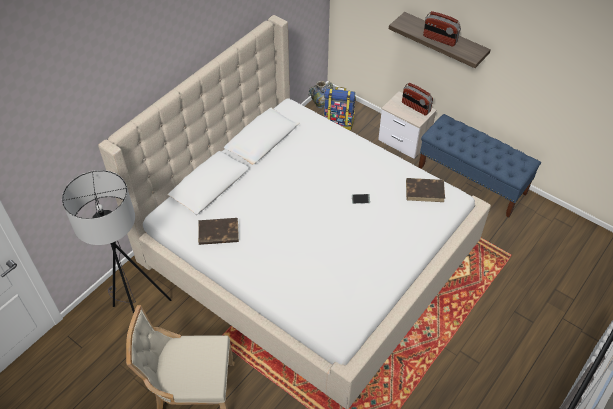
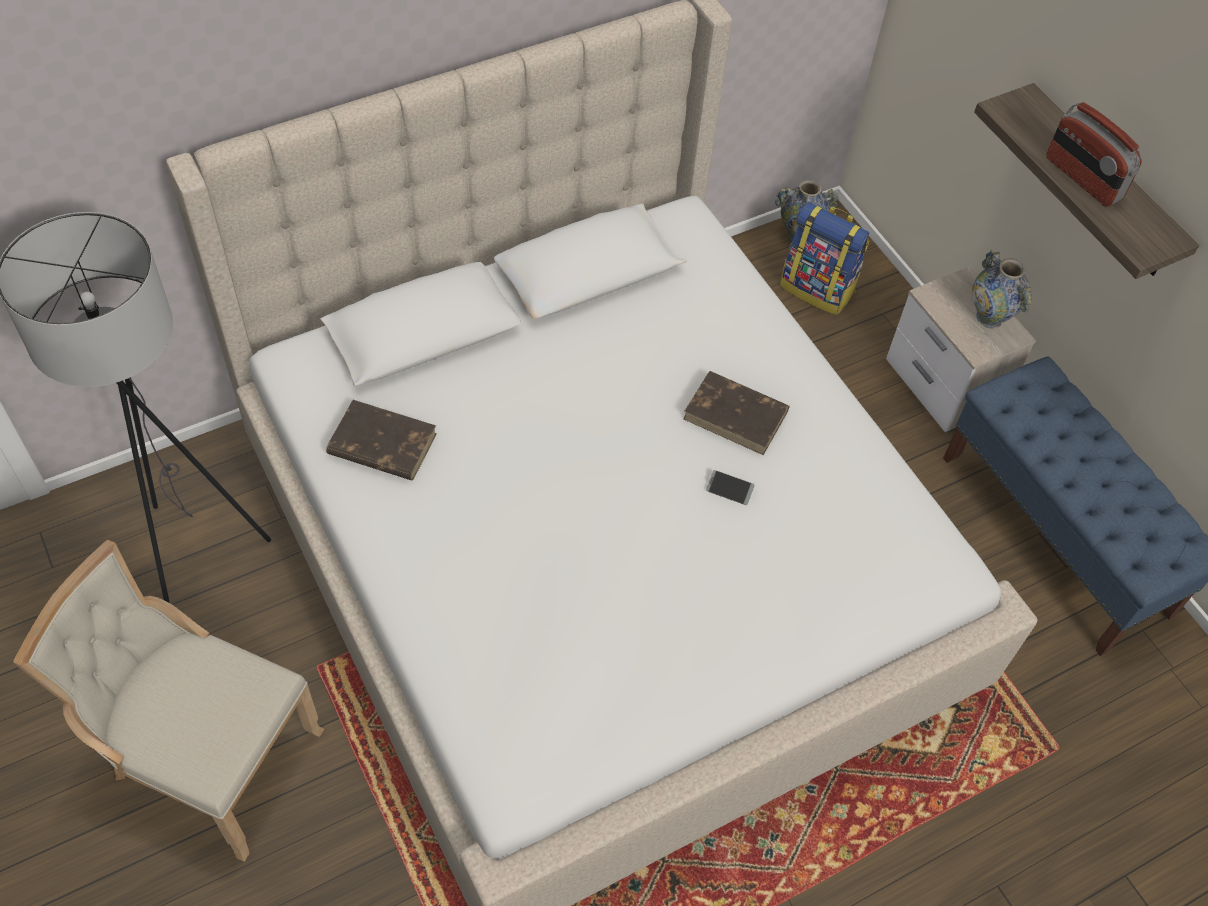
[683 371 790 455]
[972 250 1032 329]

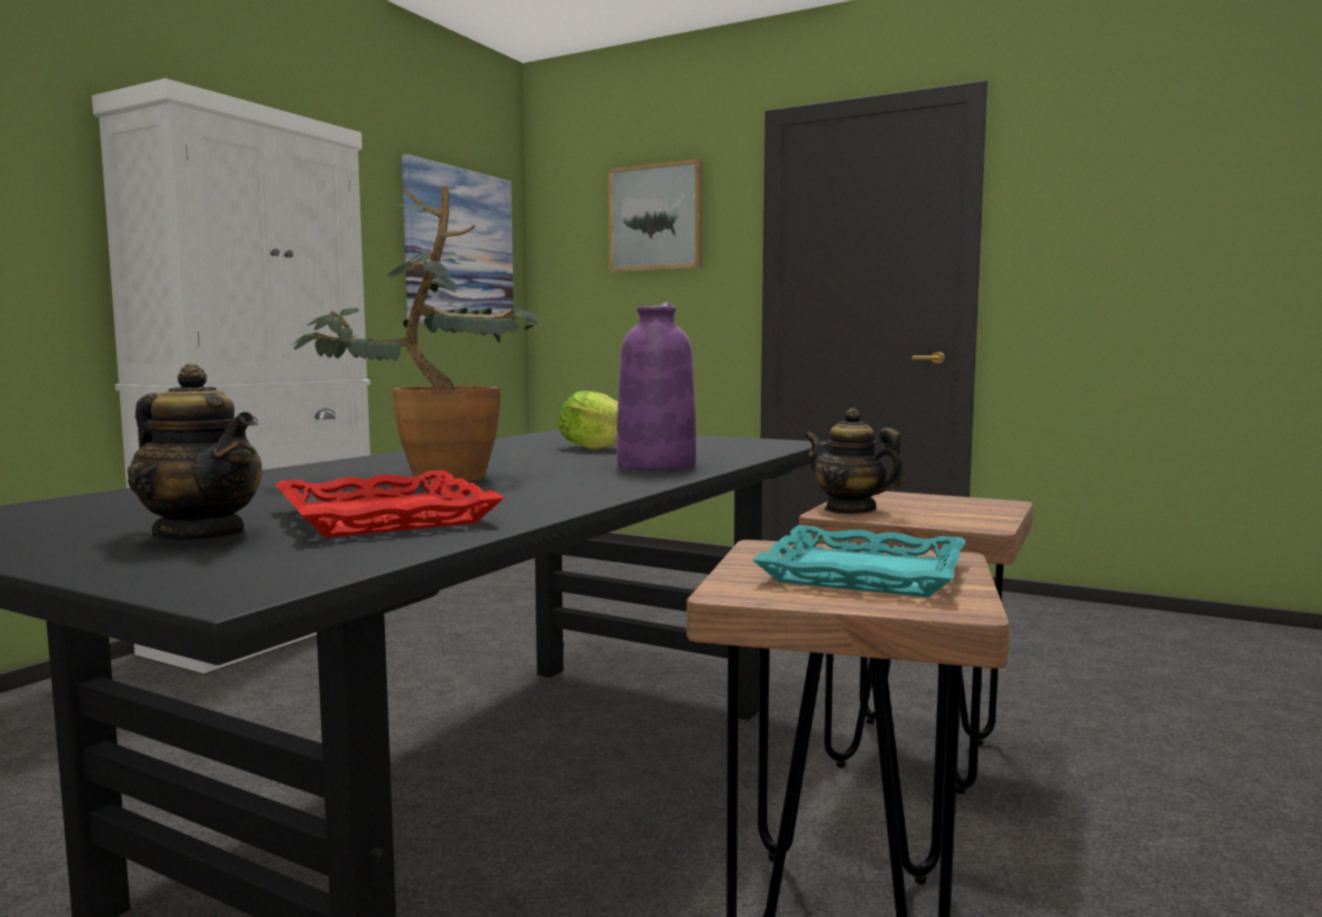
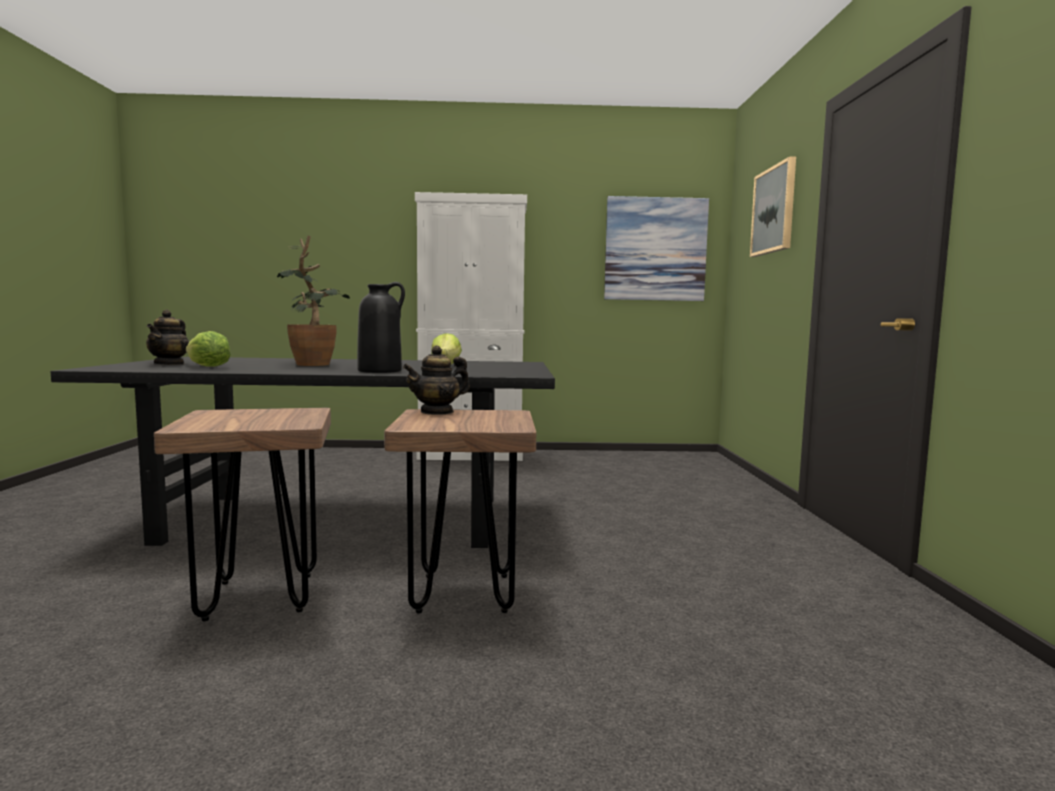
[186 331 231 367]
[357 282 405 373]
[403 345 470 415]
[752 525 966 597] (first image)

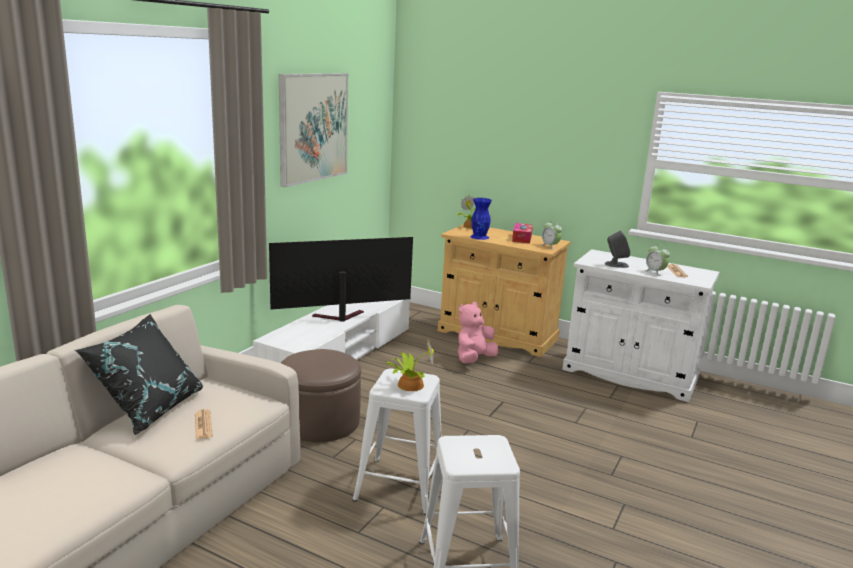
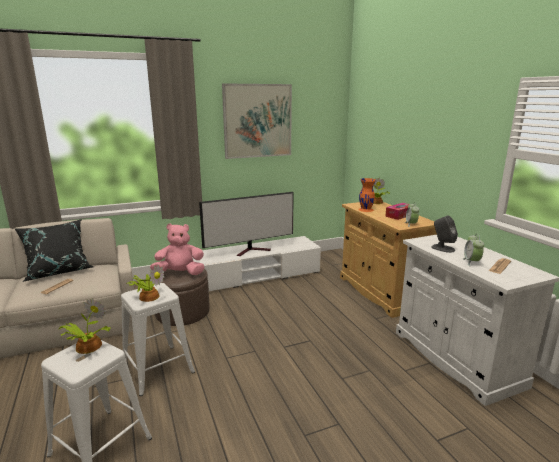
[59 298 111 354]
[150 223 204 275]
[199 192 294 256]
[358 178 376 212]

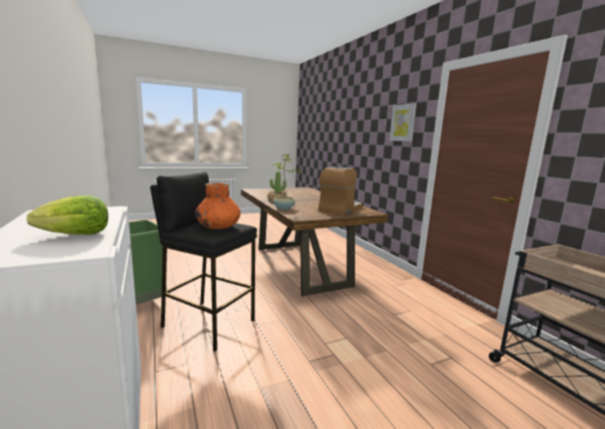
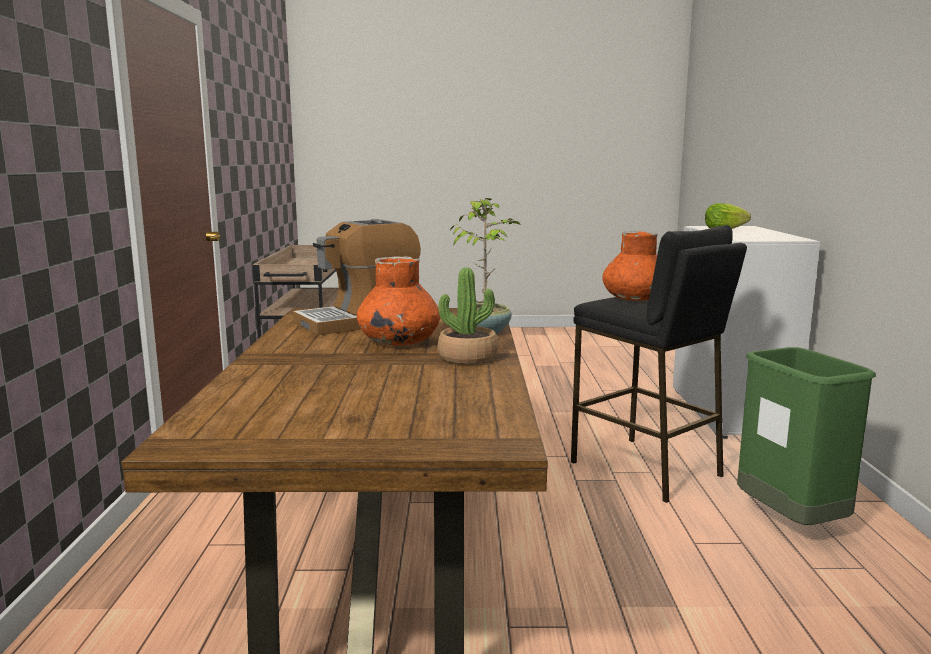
[357 256 440 345]
[389 103 416 142] (first image)

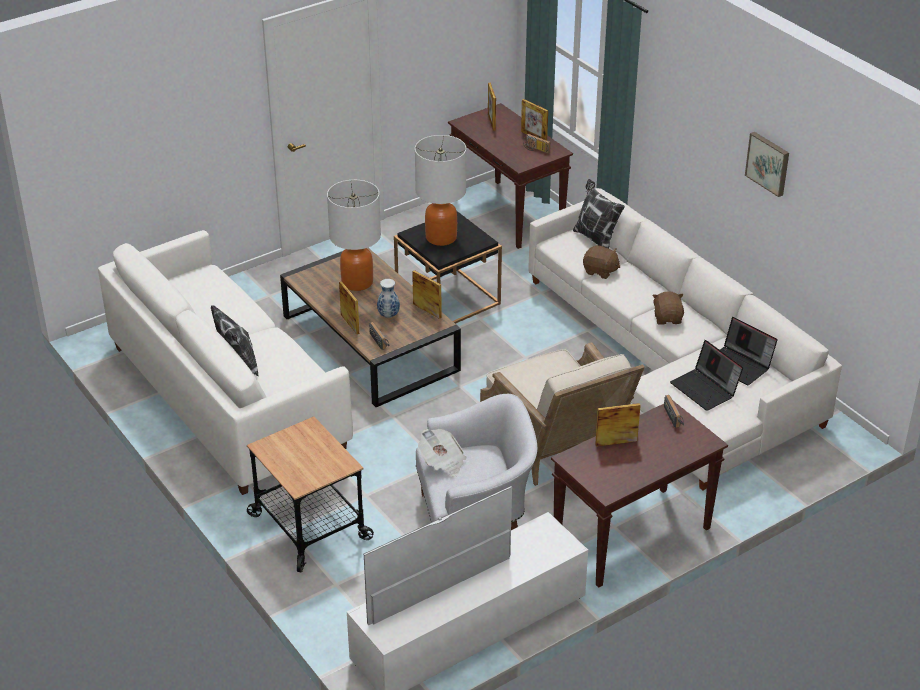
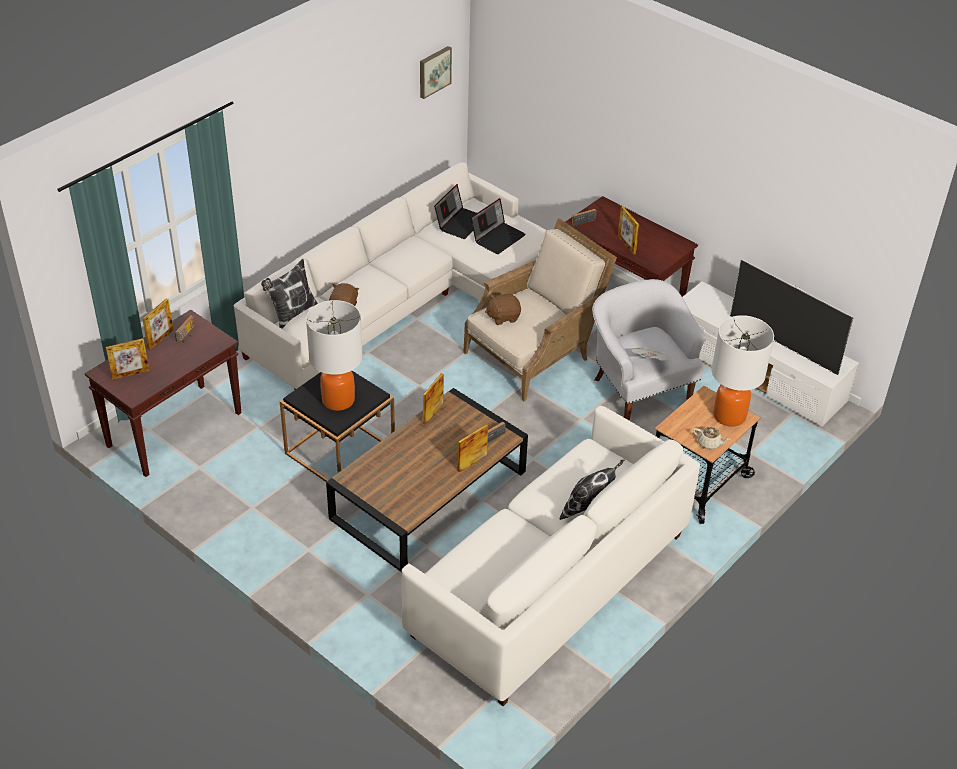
[420 46 452 99]
[485 293 521 325]
[693 426 731 449]
[711 315 774 427]
[377 279 400 318] (first image)

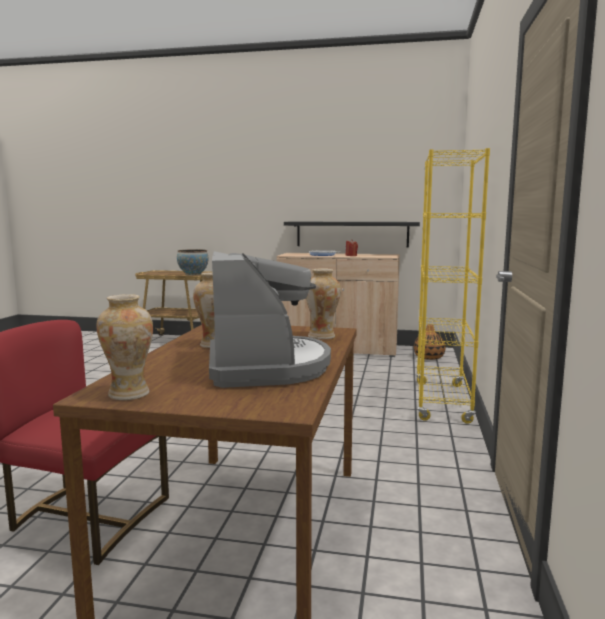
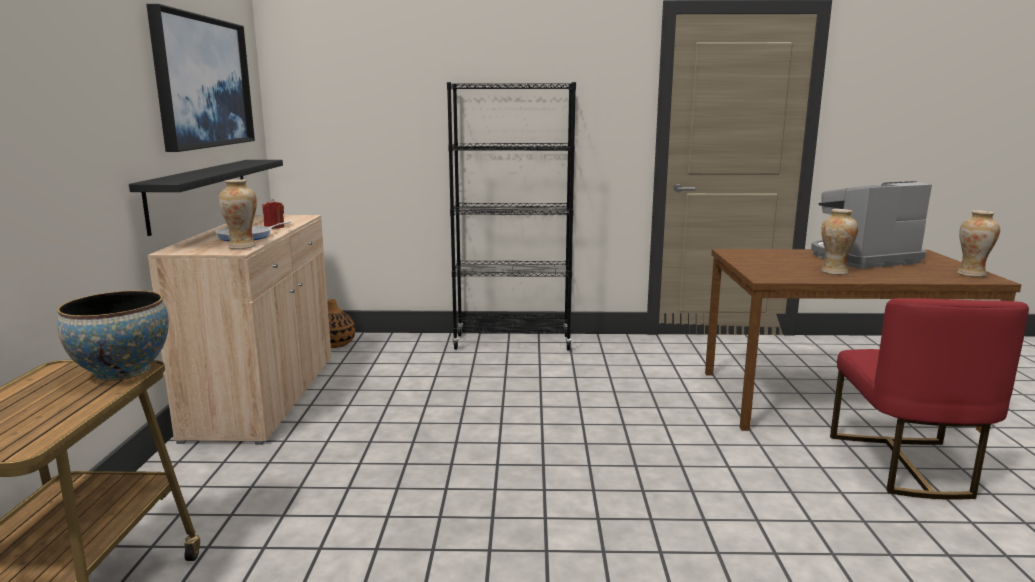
[146 4 255 152]
[218 179 257 249]
[447 82 576 350]

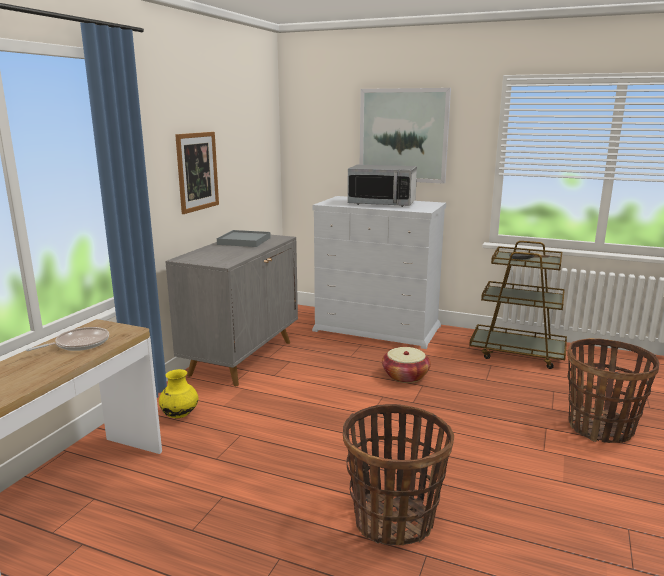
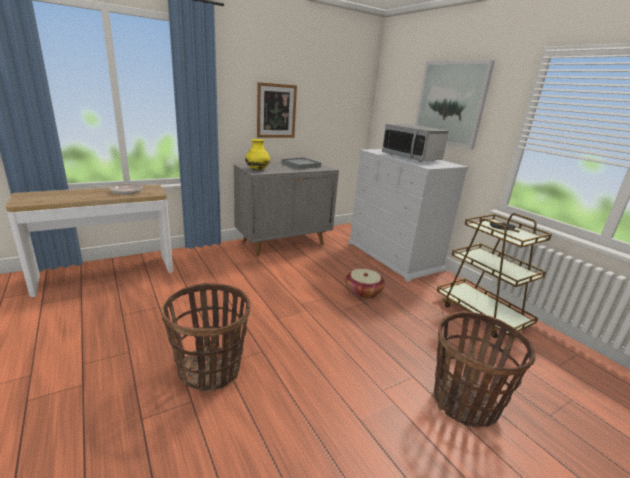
[245 139 270 170]

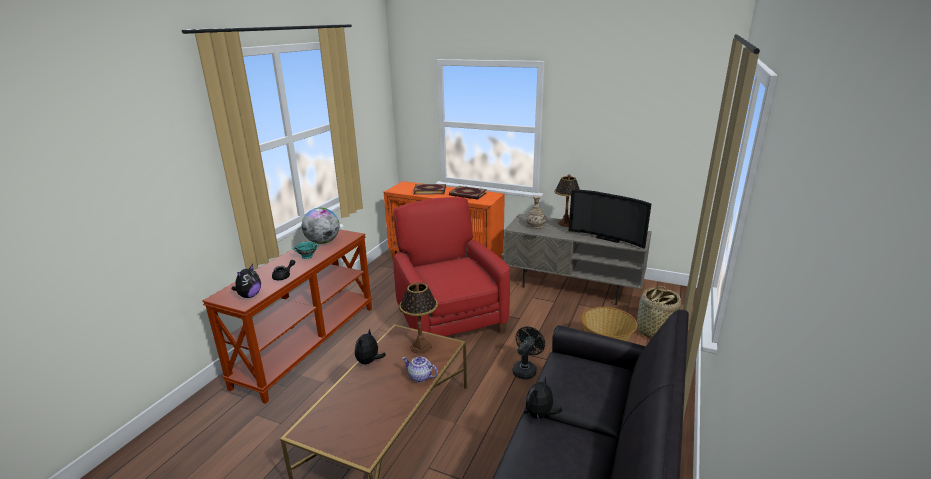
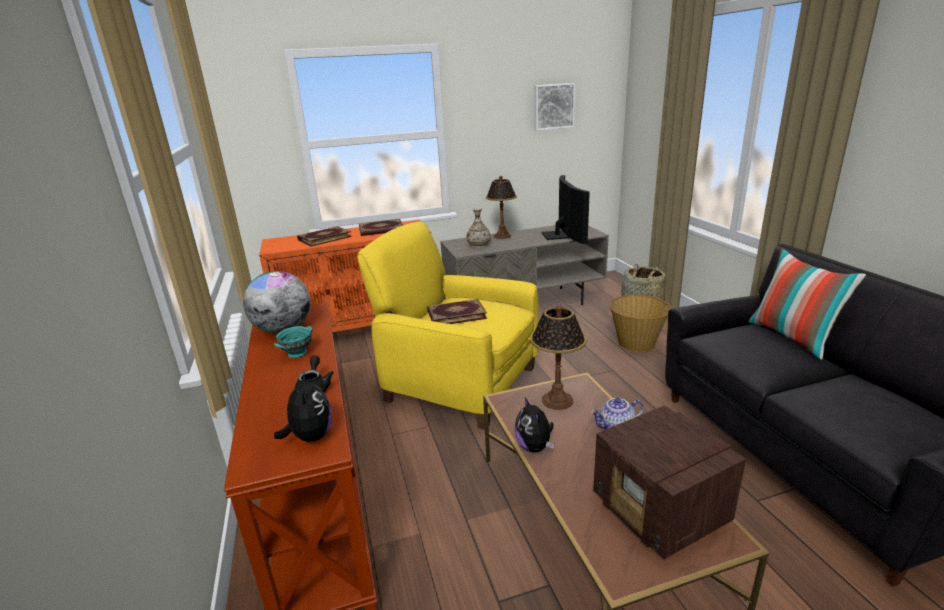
[357 221 539 430]
[427 299 487 324]
[534 83 575 131]
[541 175 590 244]
[593 406 746 559]
[748 248 866 360]
[512 327 545 379] (first image)
[526 377 563 421] (first image)

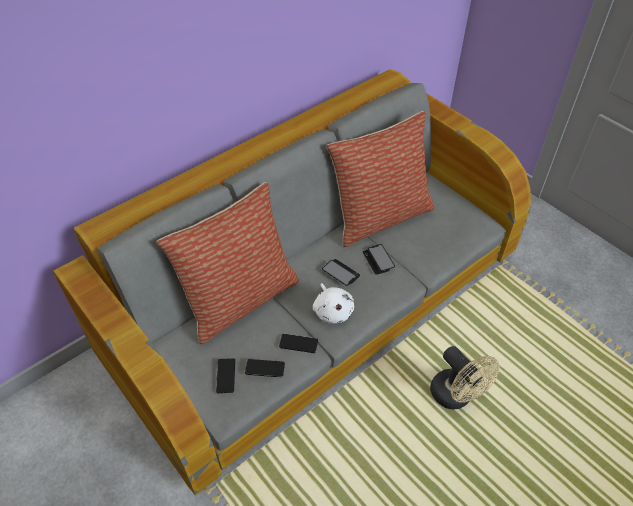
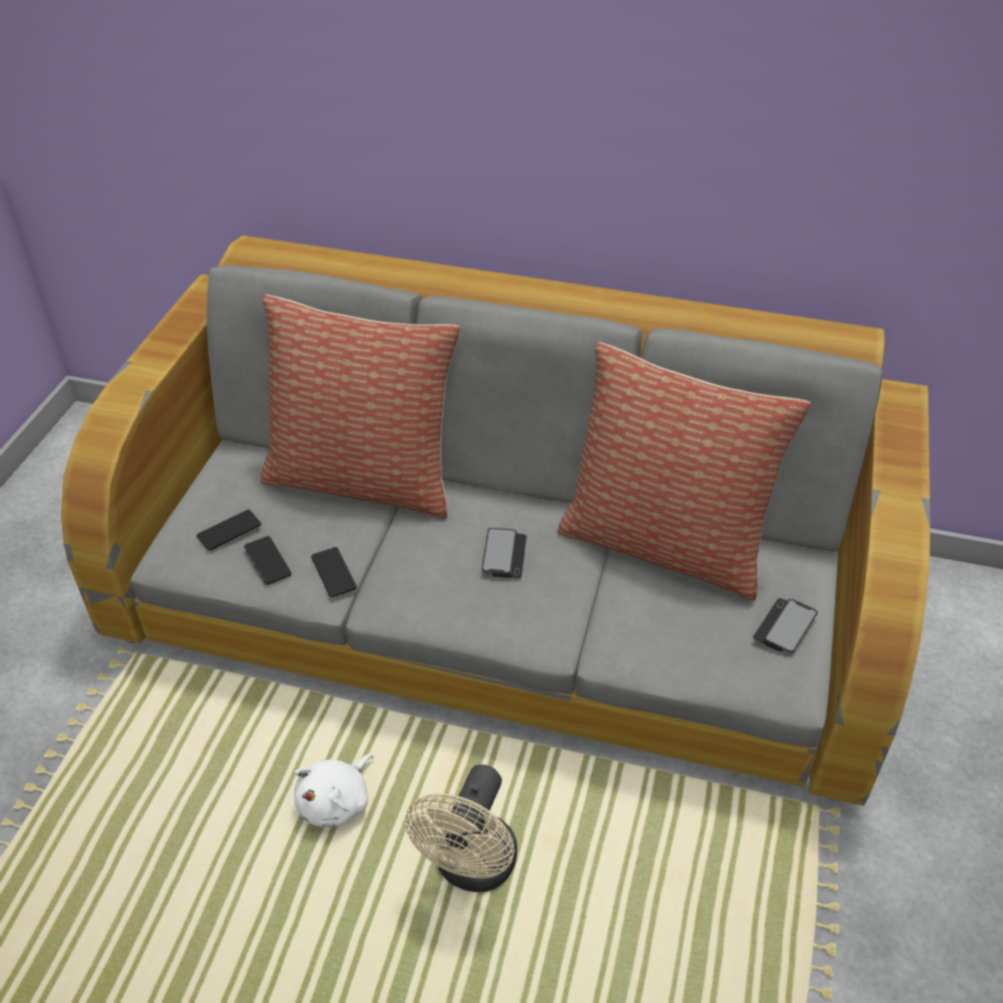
[294 754 374 827]
[753 598 818 652]

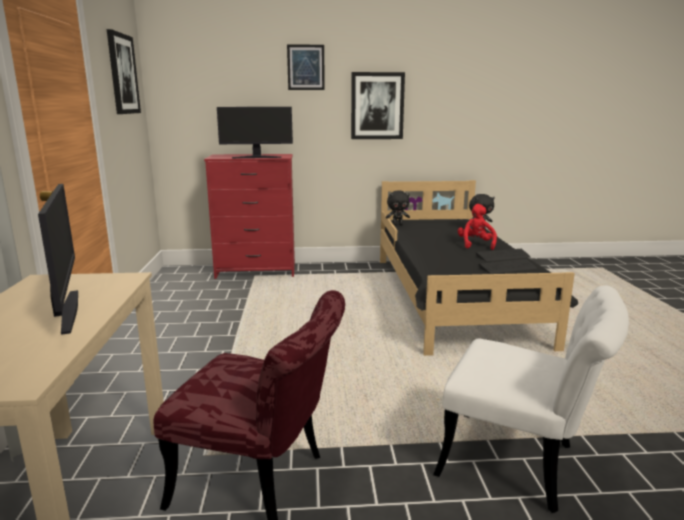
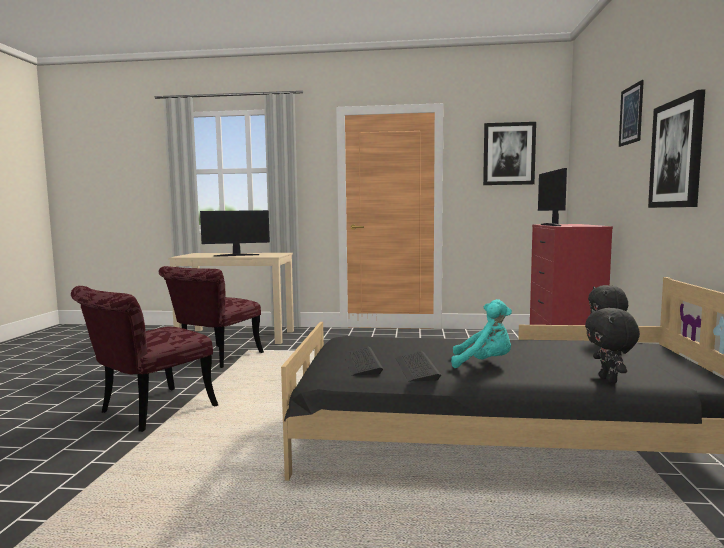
[71 286 218 432]
[451 299 512 368]

